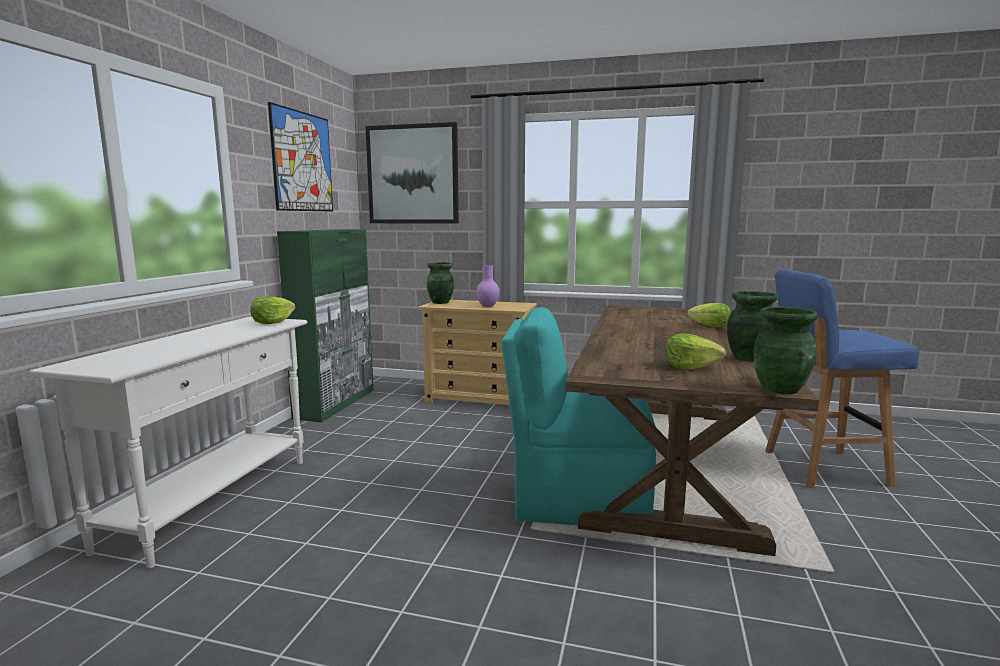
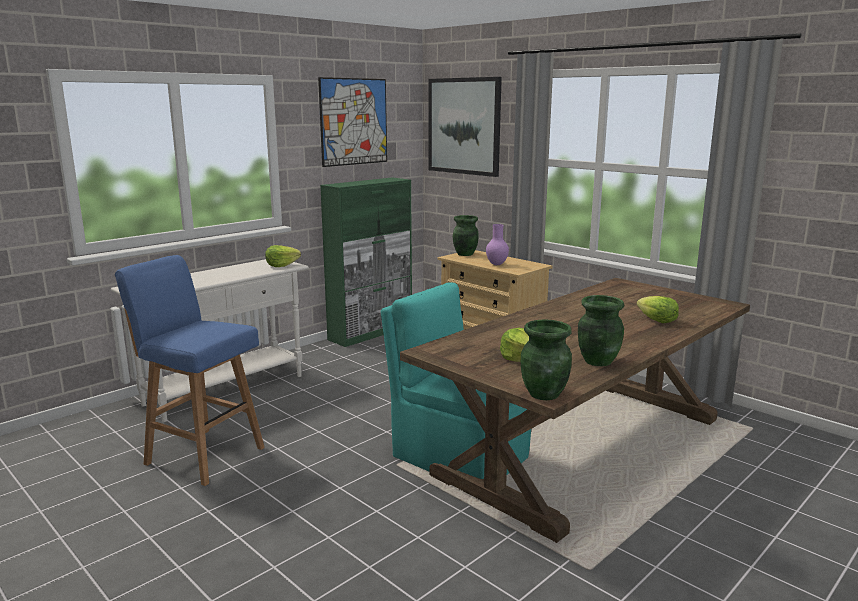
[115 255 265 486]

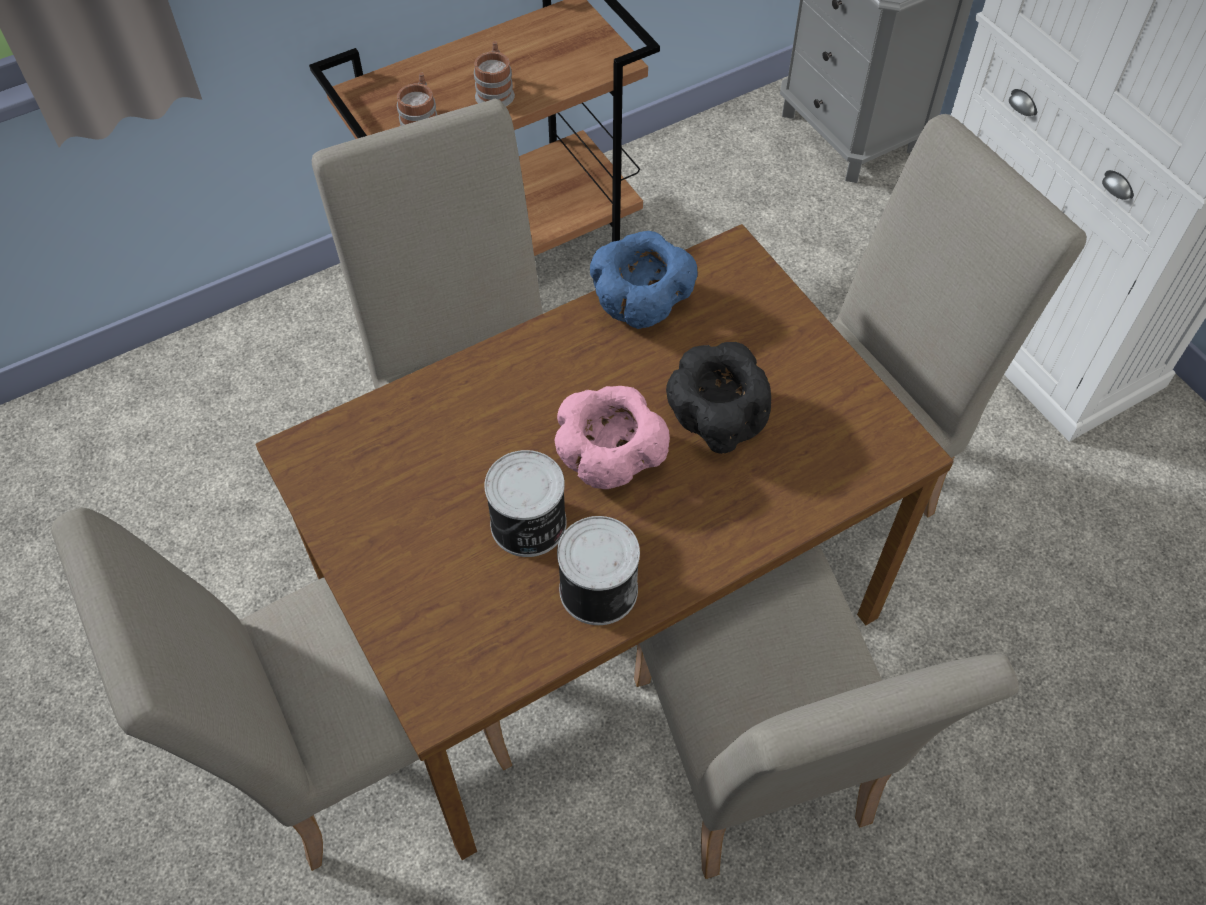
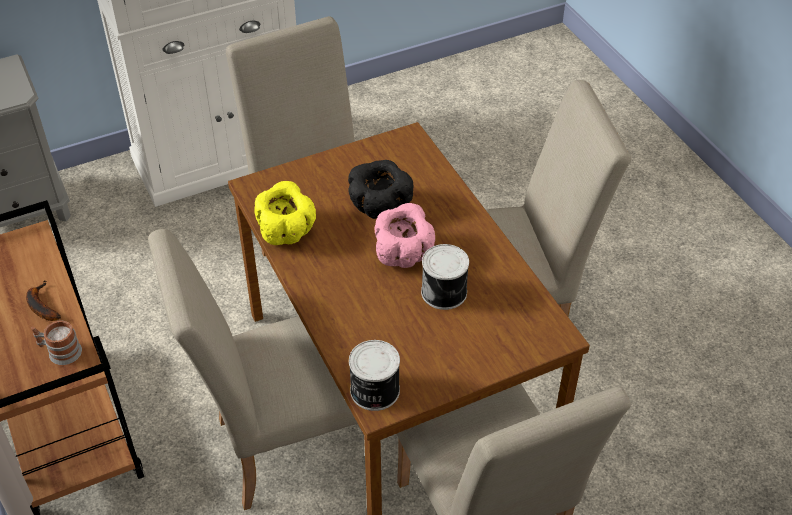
[26 280 61 321]
[254 181 316 245]
[349 340 400 411]

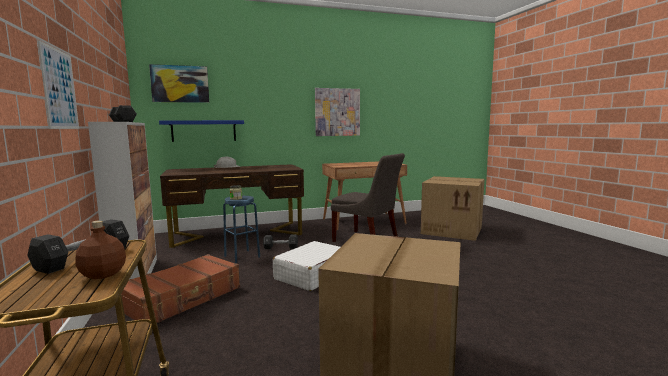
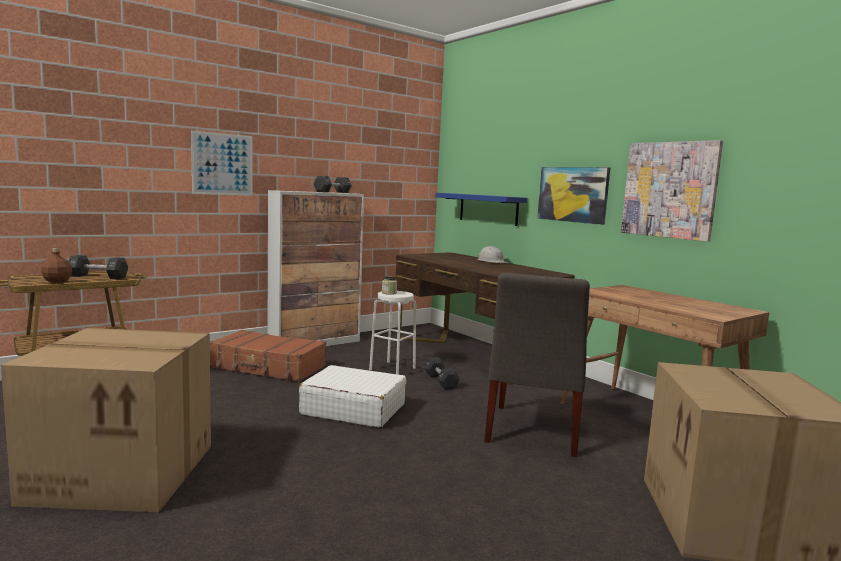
[369 291 416 375]
[537 167 610 225]

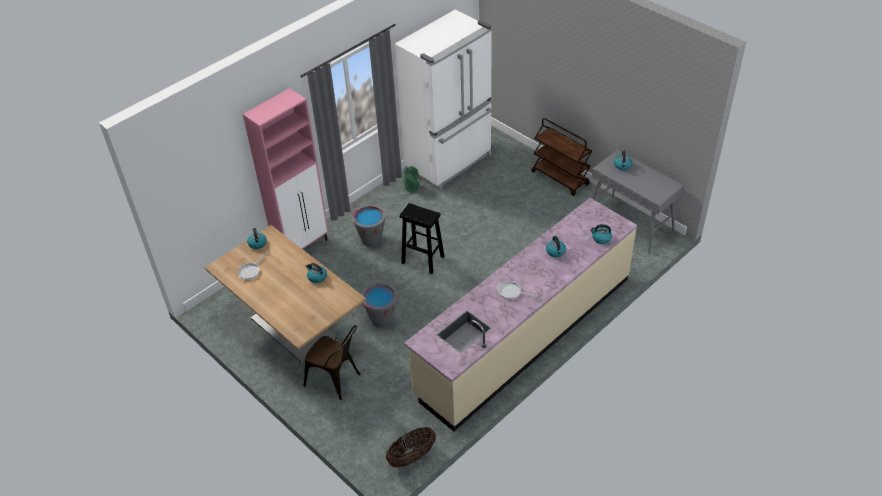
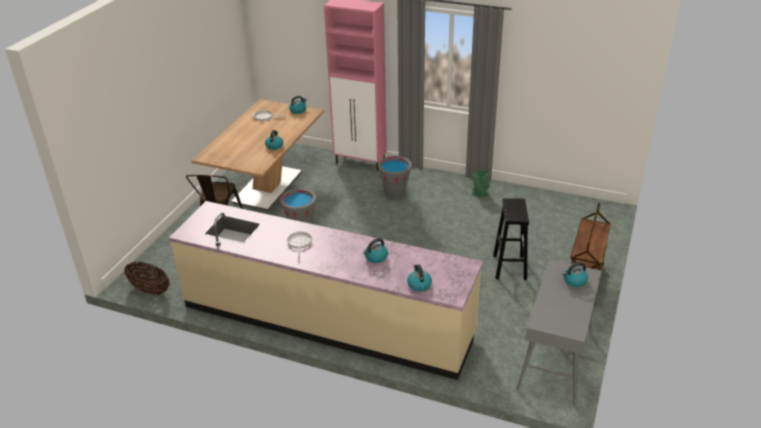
[493 198 529 280]
[395 10 492 191] (first image)

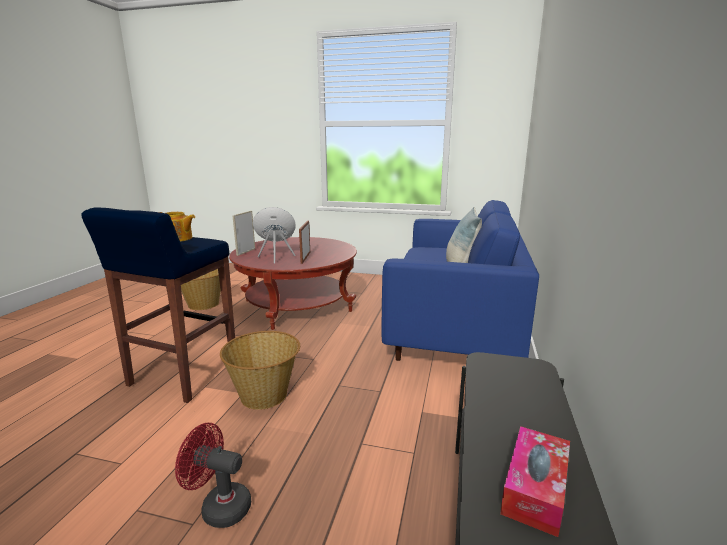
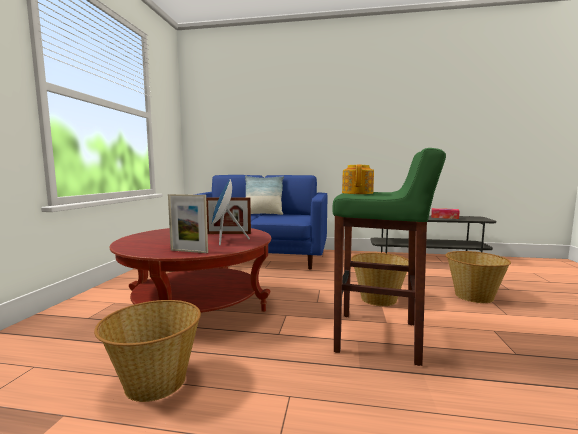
[332 148 446 366]
[445 251 511 303]

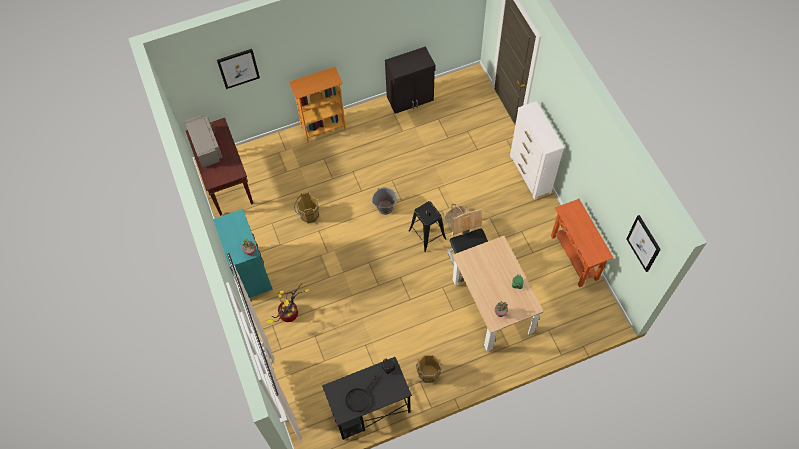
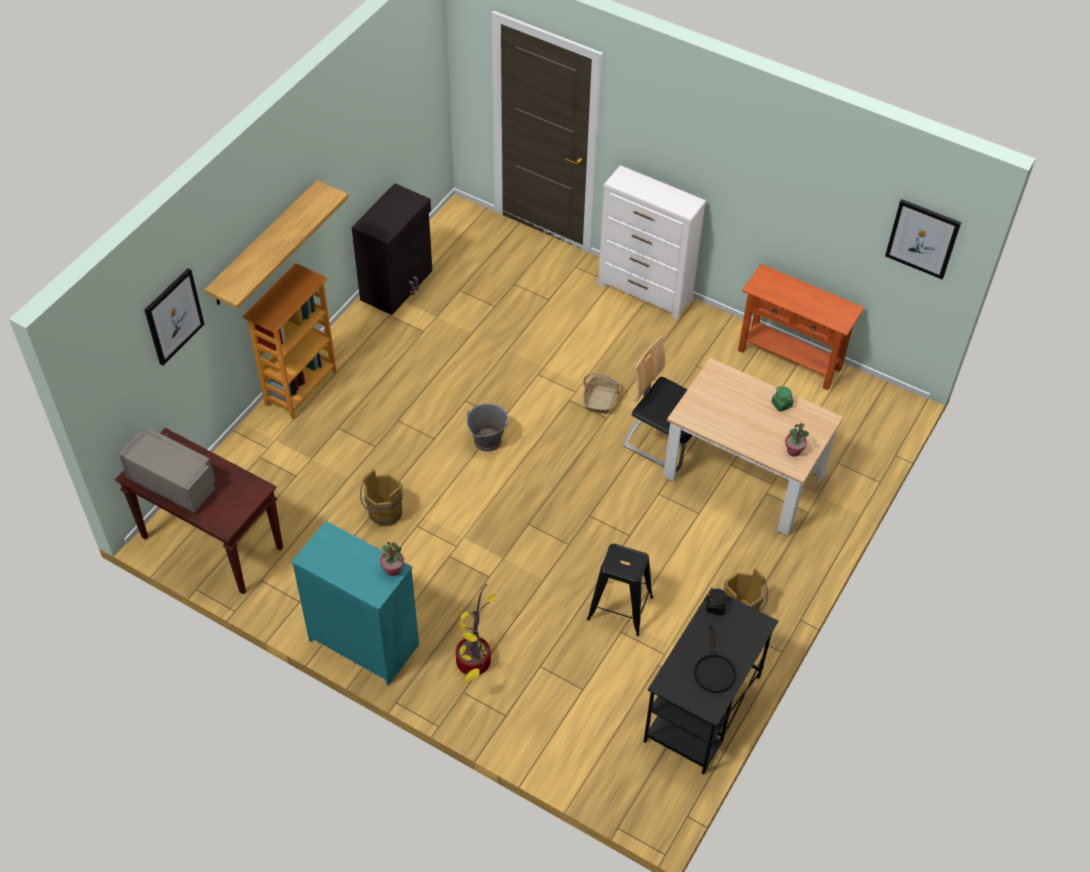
[204 180 349 309]
[587 544 653 636]

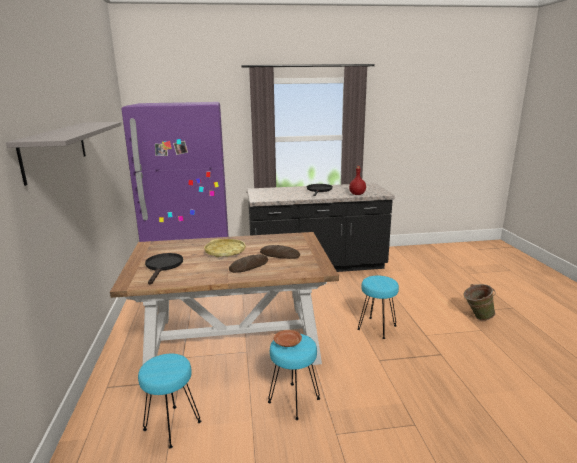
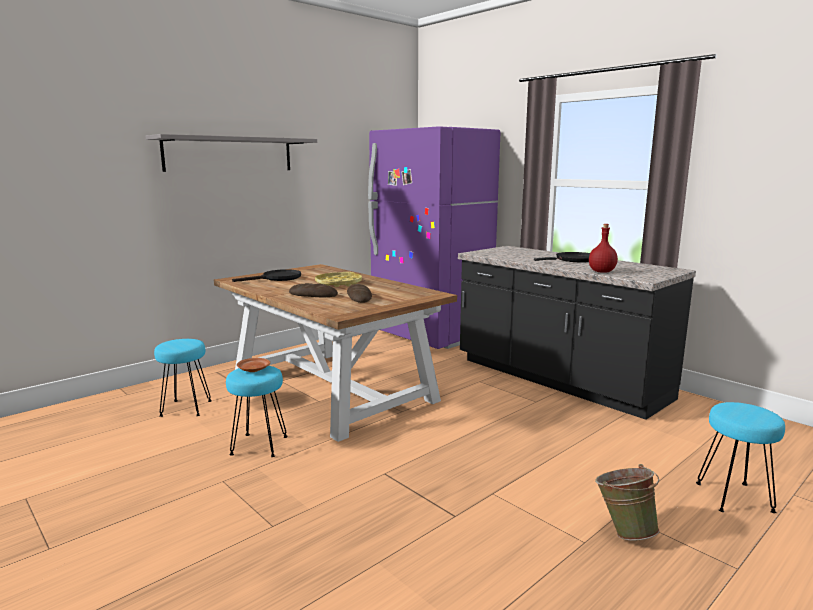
[696 402 785 513]

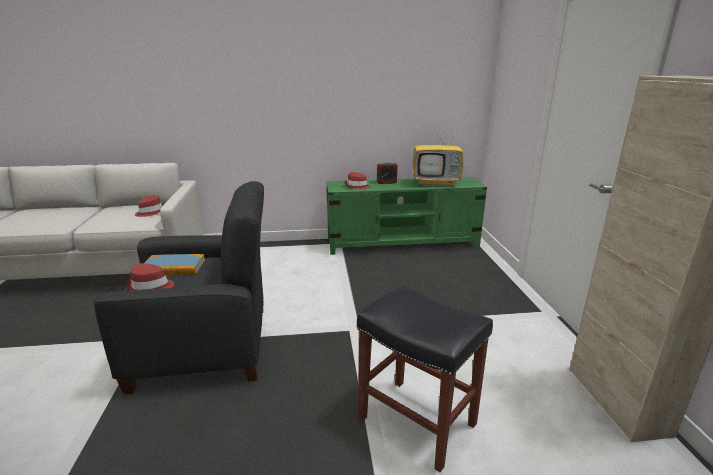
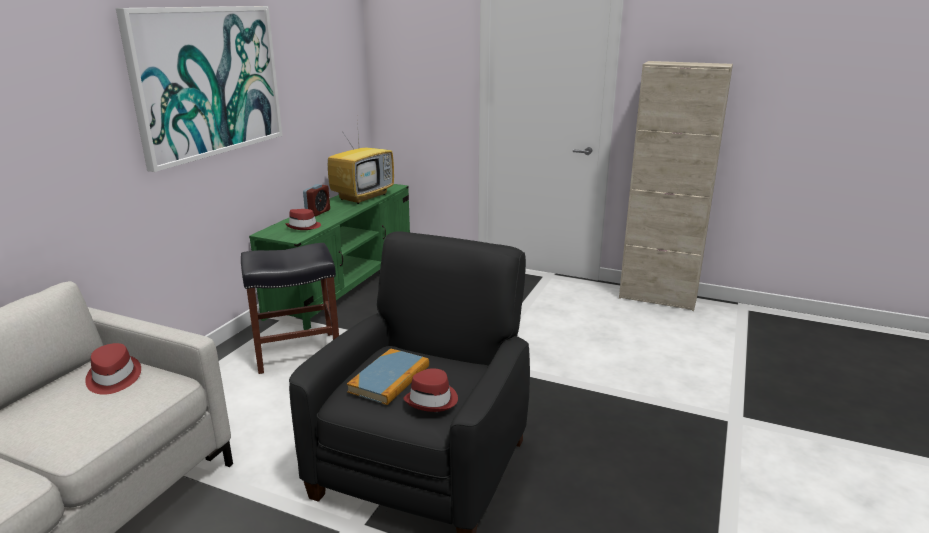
[116 6 283 172]
[241 243 339 374]

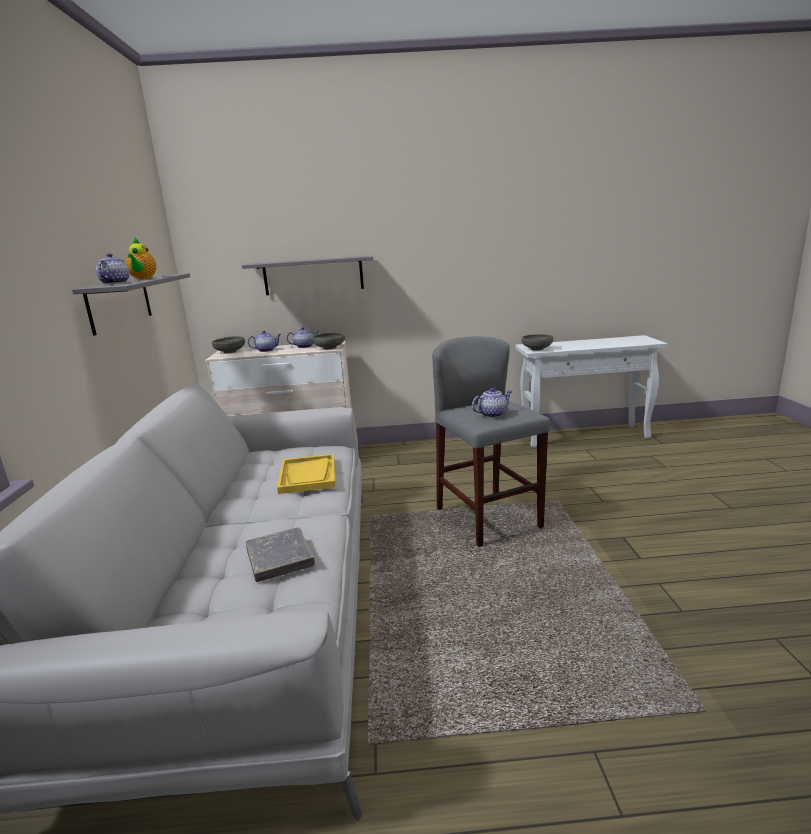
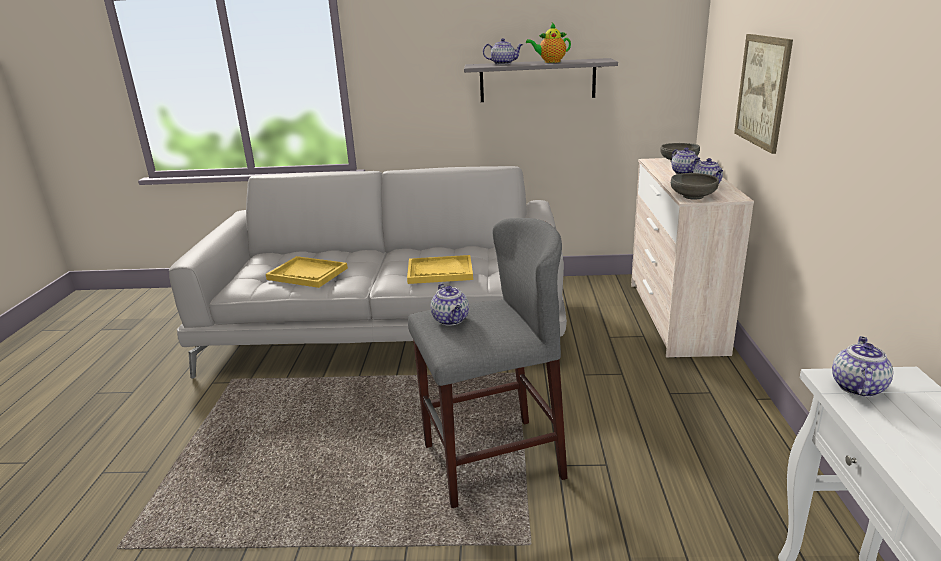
[266 256 348 288]
[734 34 793 154]
[832 336 893 397]

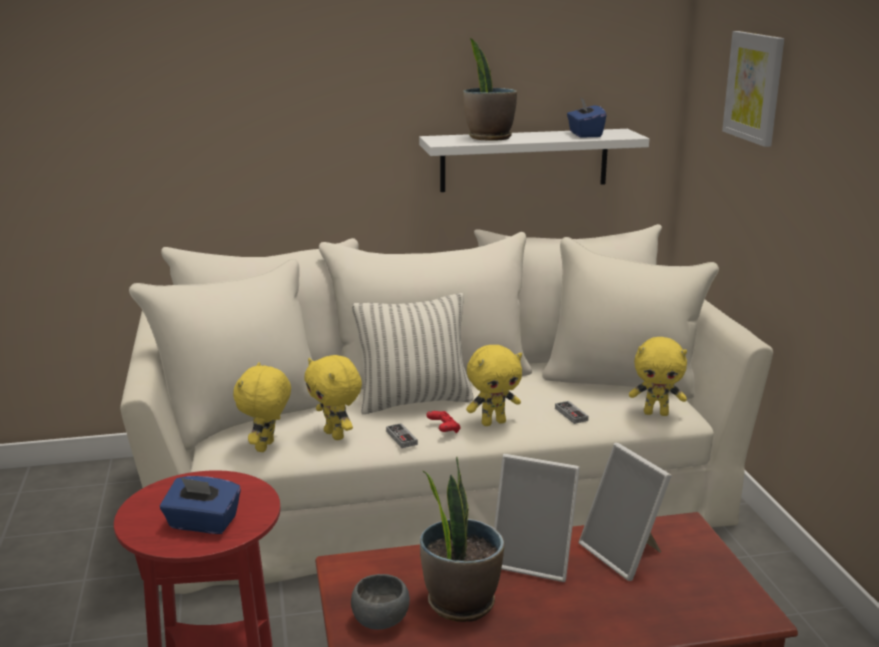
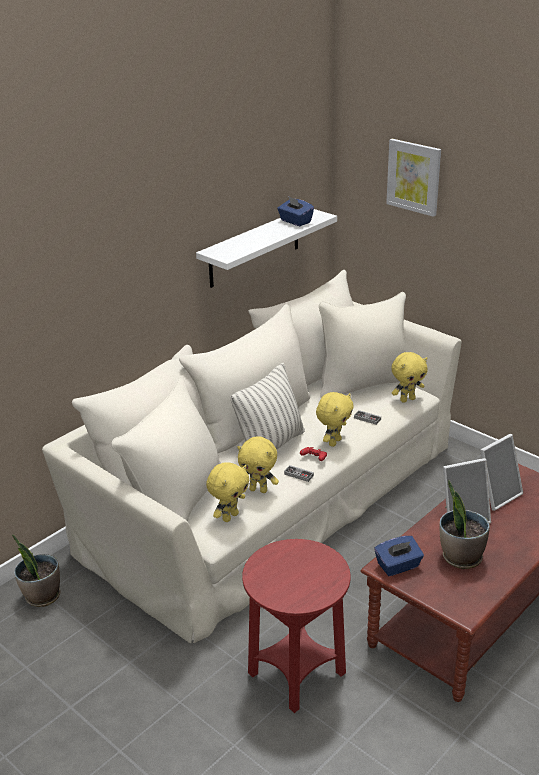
[12 534 60 607]
[206 462 250 522]
[374 536 424 576]
[480 434 523 511]
[351 574 410 630] (first image)

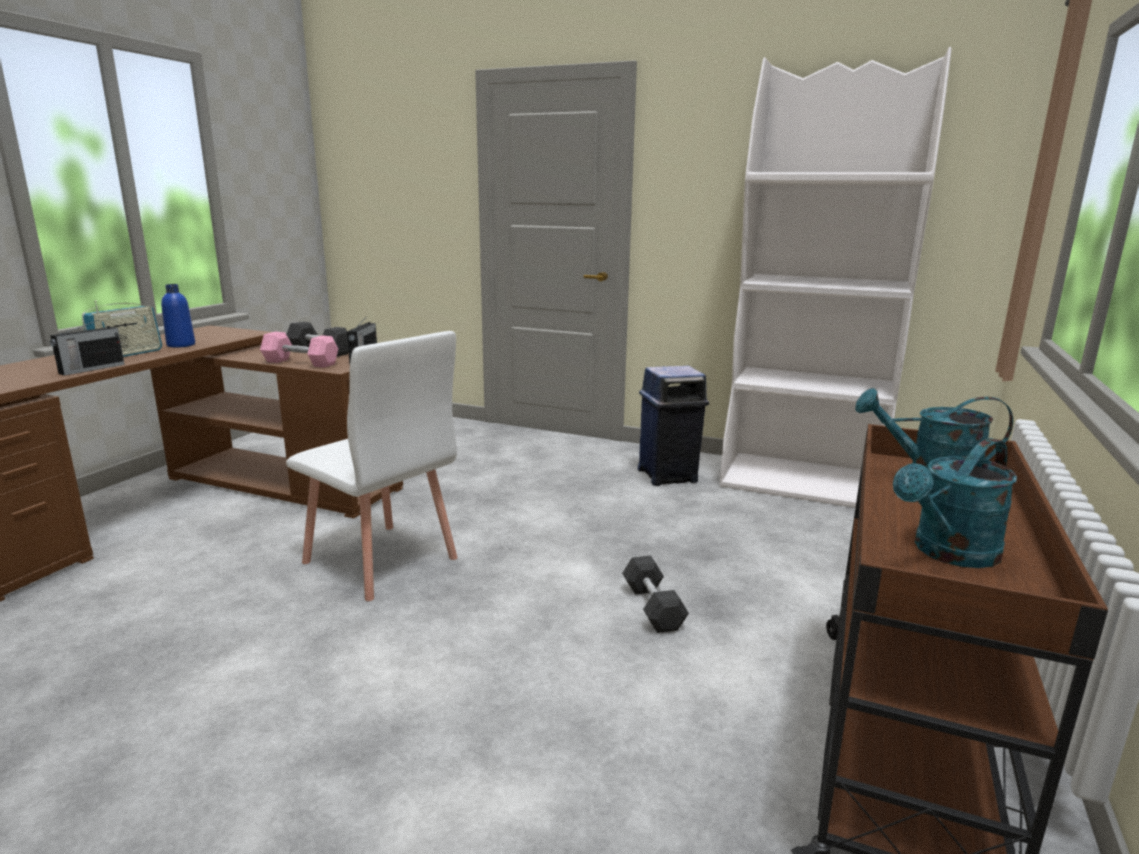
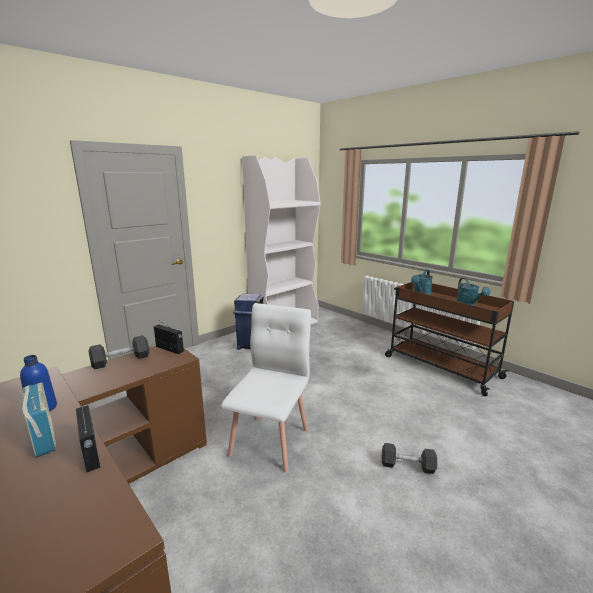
[221 303 311 472]
[382 443 437 474]
[260 332 338 368] (first image)

